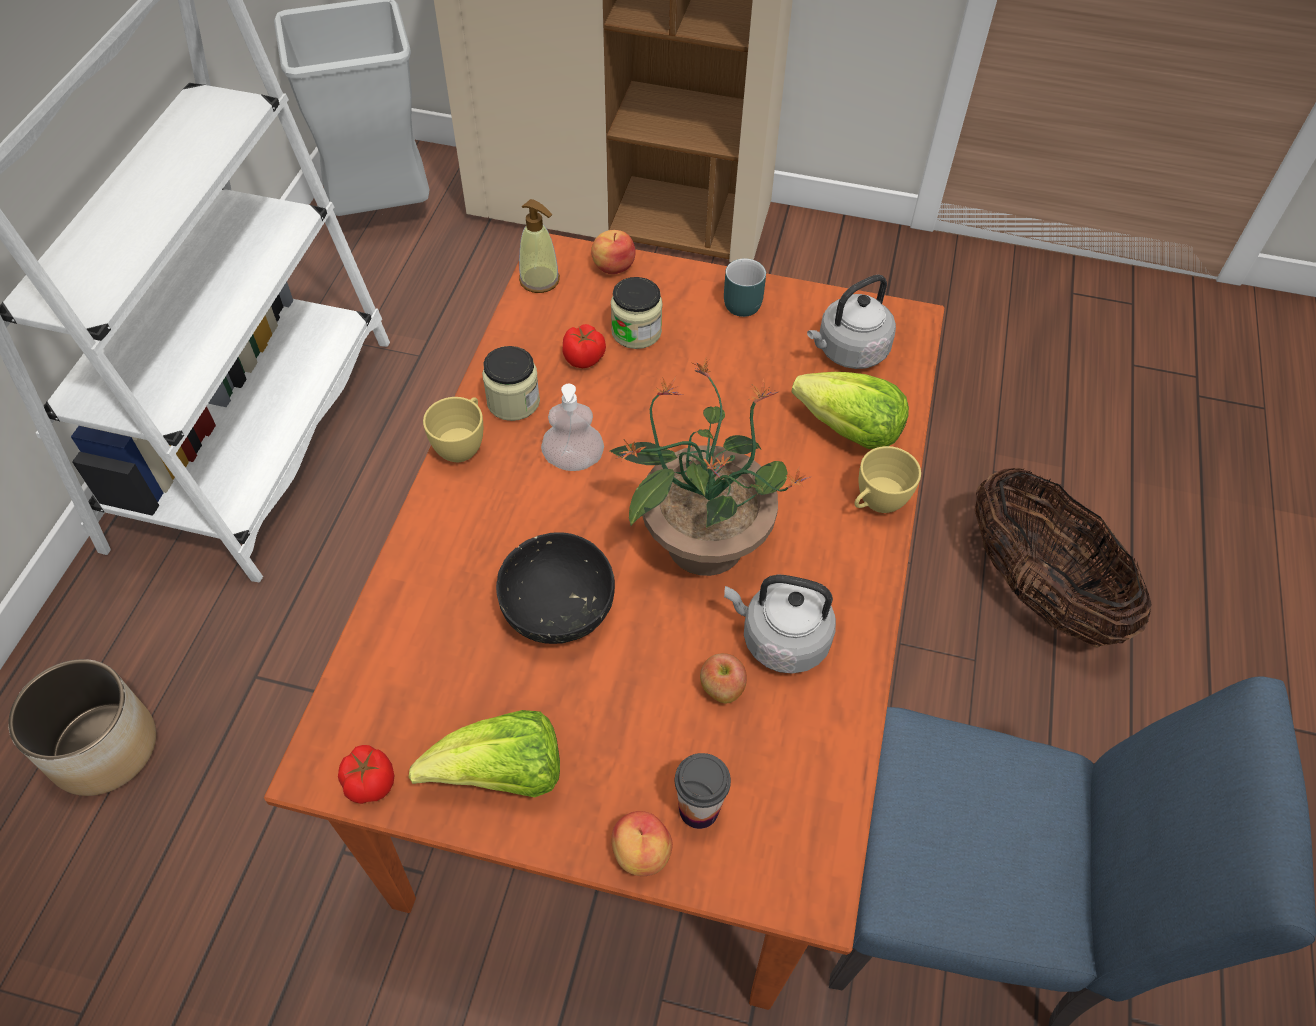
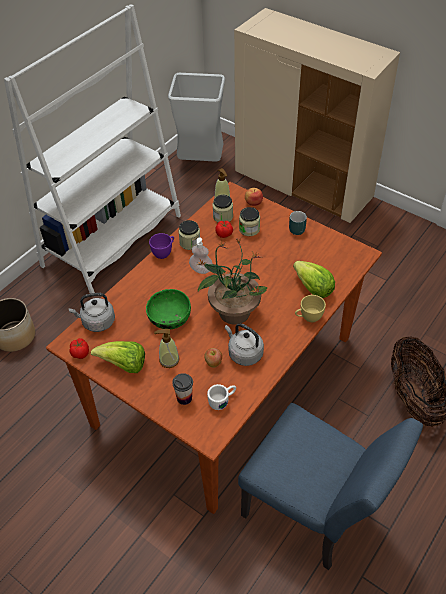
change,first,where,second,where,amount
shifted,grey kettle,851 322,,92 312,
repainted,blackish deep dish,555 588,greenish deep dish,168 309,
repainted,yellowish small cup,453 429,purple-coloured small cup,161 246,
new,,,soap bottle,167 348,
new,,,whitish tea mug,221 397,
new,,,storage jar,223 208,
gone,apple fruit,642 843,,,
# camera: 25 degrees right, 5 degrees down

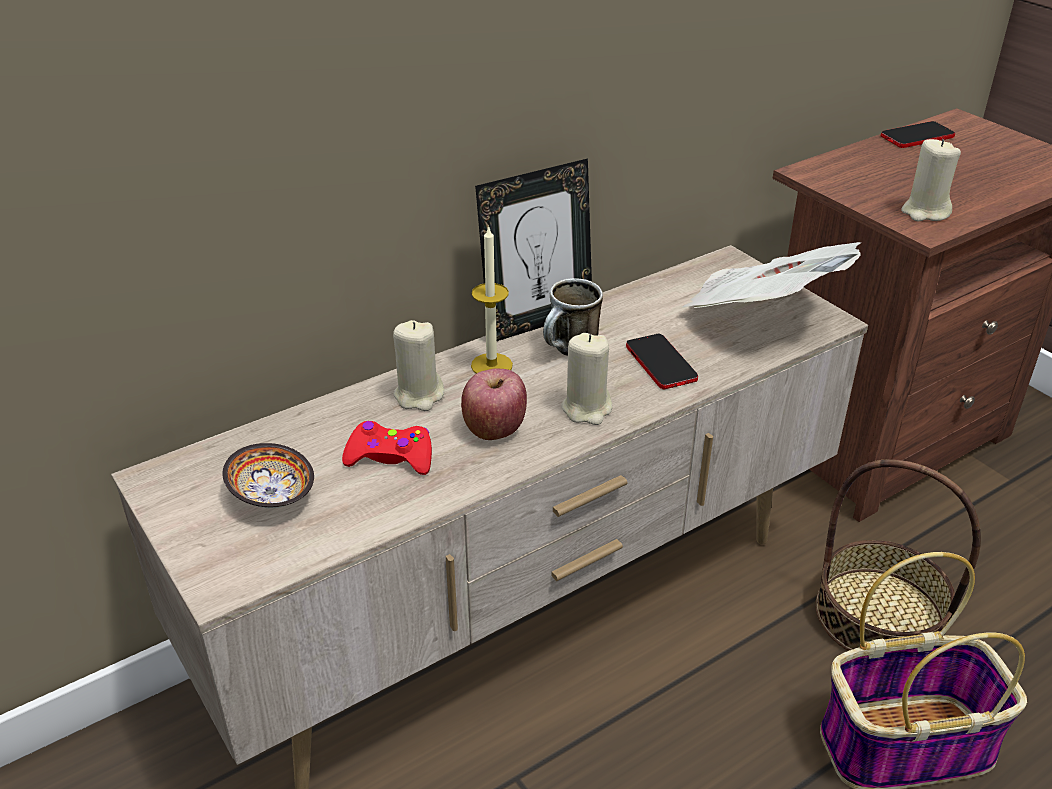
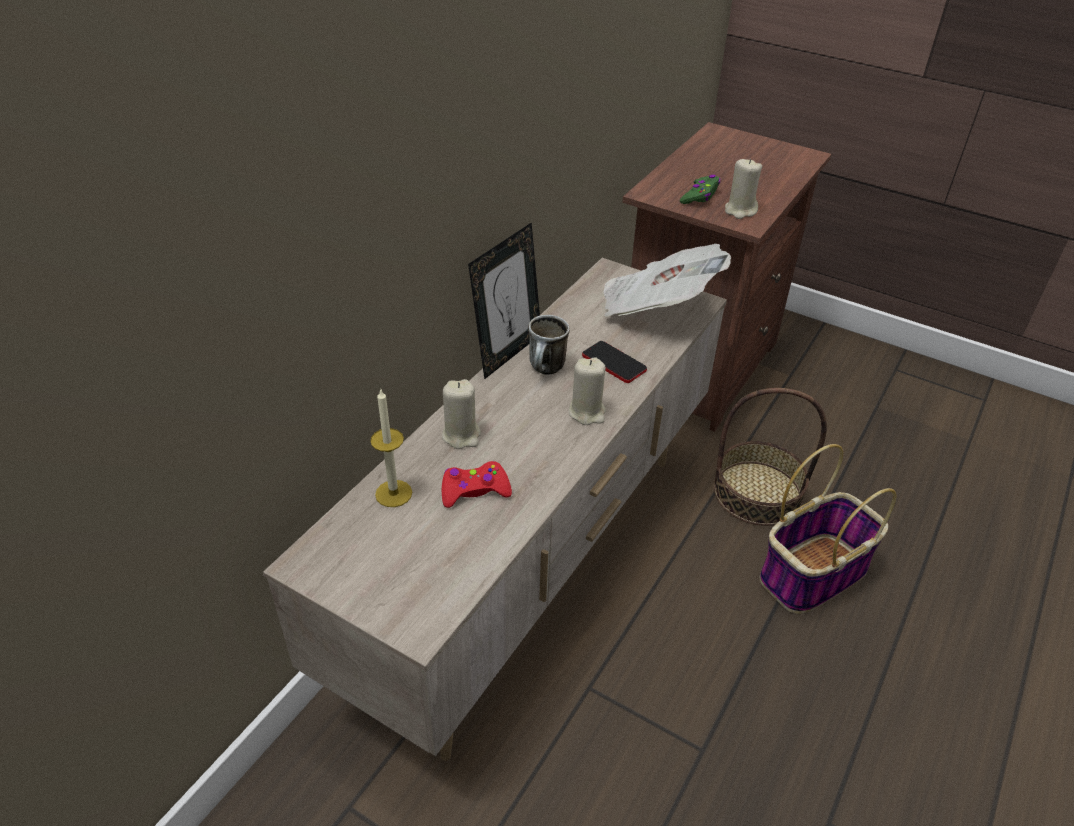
change,first,where,second,where,amount
shifted,candle,492 299,,391 447,
new,,,greenish joypad,700 189,
gone,deep dish,268 475,,,
gone,apple fruit,494 404,,,
gone,handset,918 134,,,
# camera: 25 degrees left, 5 degrees up

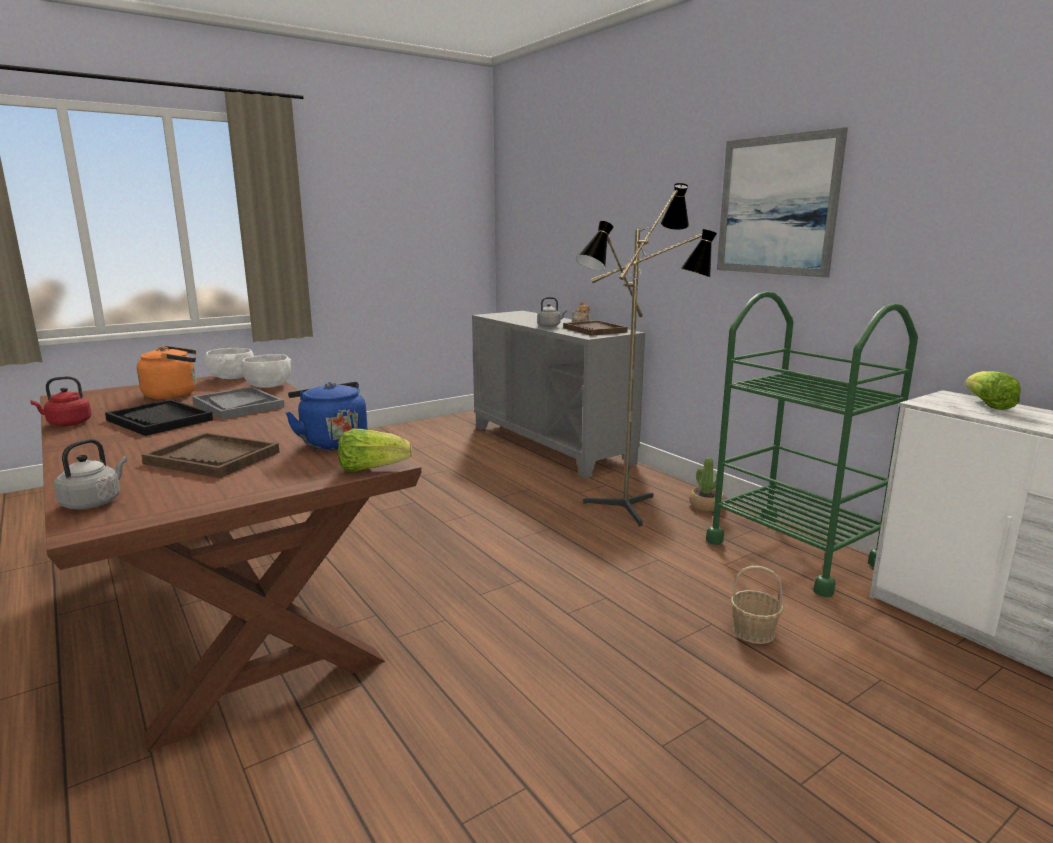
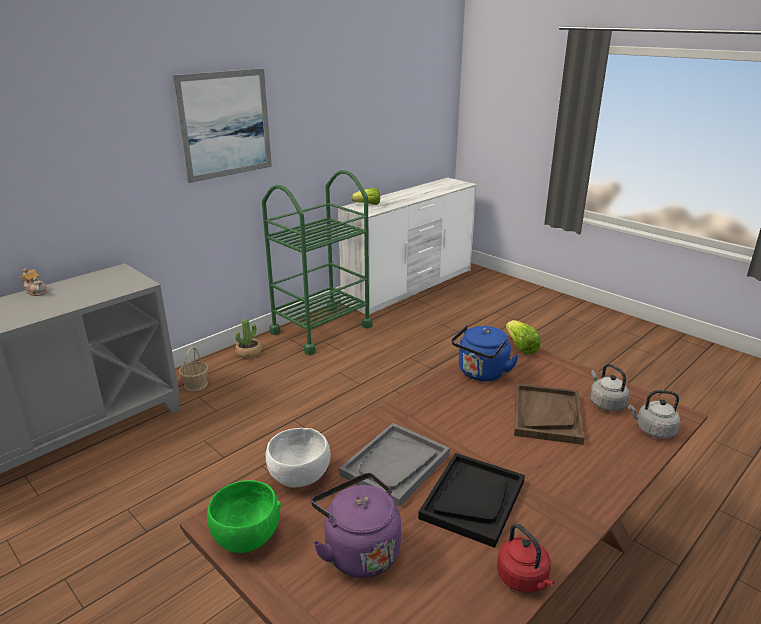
change,first,where,second,where,amount
shifted,basket,756 605,,193 369,
repainted,whitish deep dish,229 363,greenish deep dish,244 516,
repainted,orange-coloured kettle,167 372,purple-coloured kettle,356 525,
shifted,grey kettle,552 312,,609 387,
gone,brown-coloured carrying tray,595 328,,,
gone,standard lamp,646 354,,,
# camera: 100 degrees left, 10 degrees up

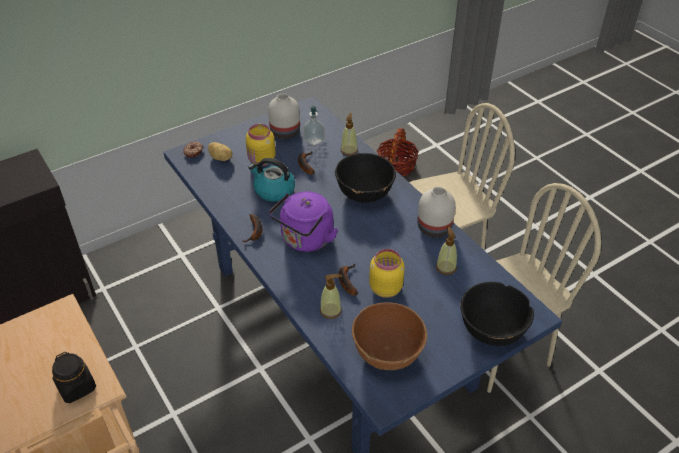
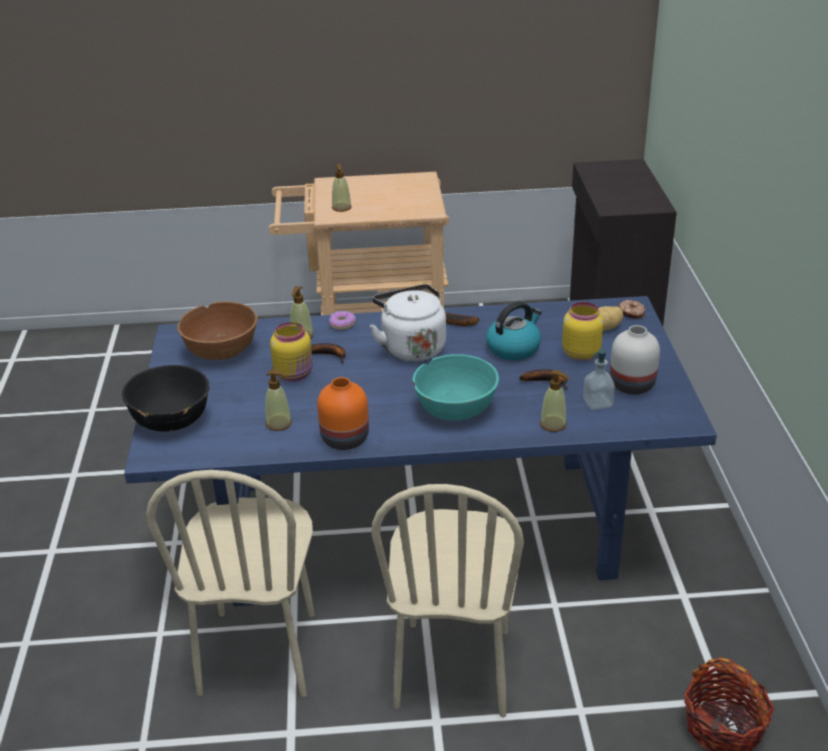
change,first,where,second,where,amount
repainted,whitish decorative vase,437 212,orange-coloured decorative vase,343 413,
new,,,donut,342 320,
swapped,blackish storage jar,74 377,soap bottle,341 188,
repainted,purple-coloured kettle,303 221,whitish kettle,408 323,
repainted,blackish deep dish,365 178,blue-green deep dish,455 387,
# camera: 120 degrees right, 10 degrees down

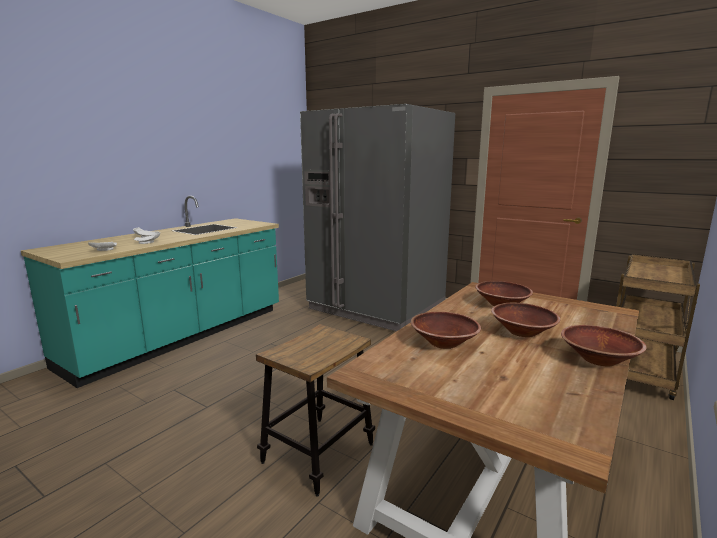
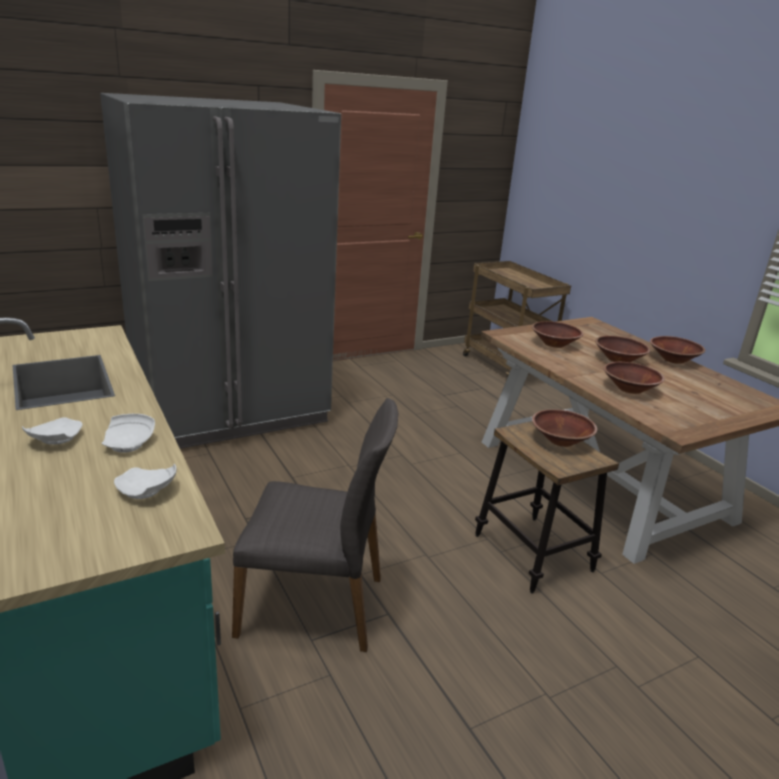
change,first,where,second,where,amount
new,,,grey upright chair,315 525,
new,,,brown-coloured deep dish,564 428,
# camera: 65 degrees left, 10 degrees up

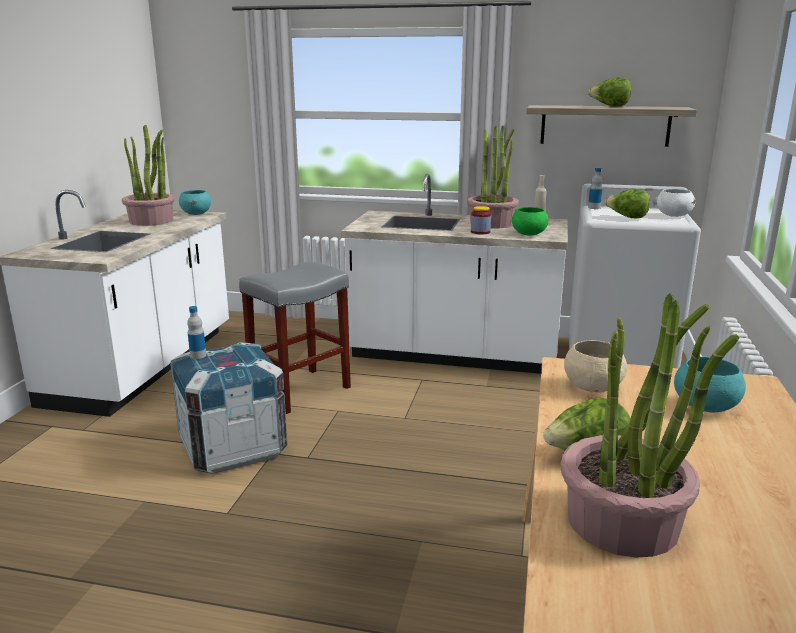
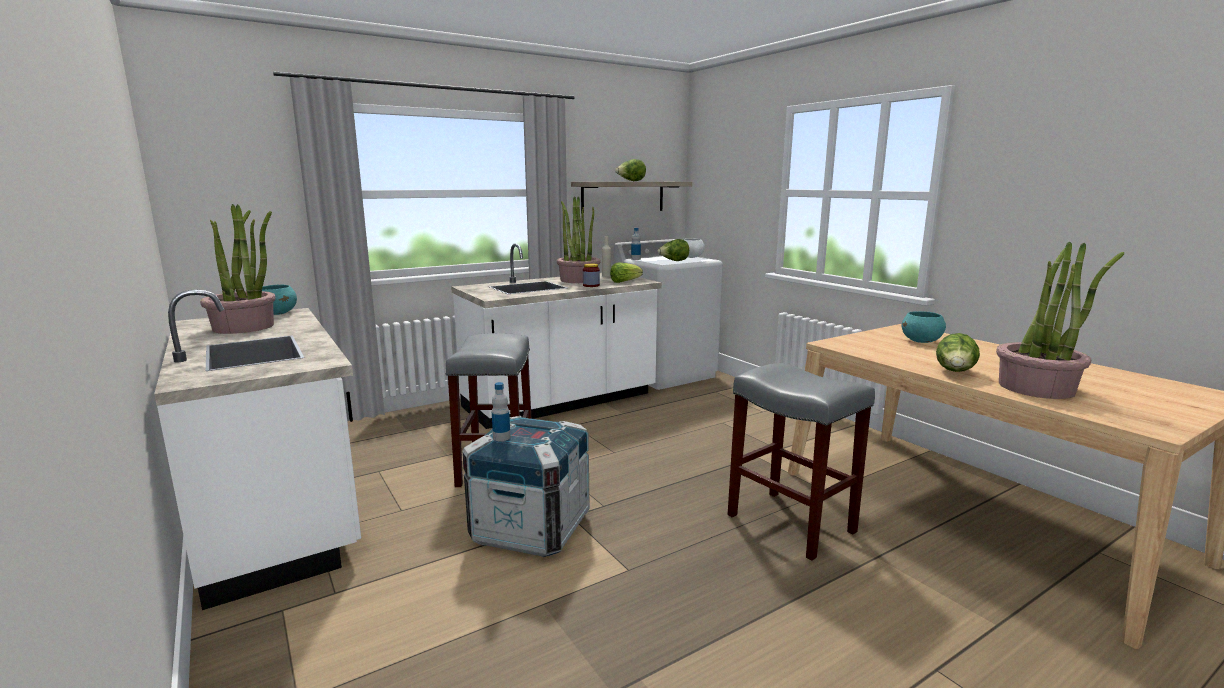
change,first,where,second,where,amount
swapped,greenish deep dish,530 221,head of lettuce,626 273,
new,,,grey stool,801 462,
gone,beige-coloured deep dish,595 366,,,
# camera: 45 degrees left, 5 degrees down

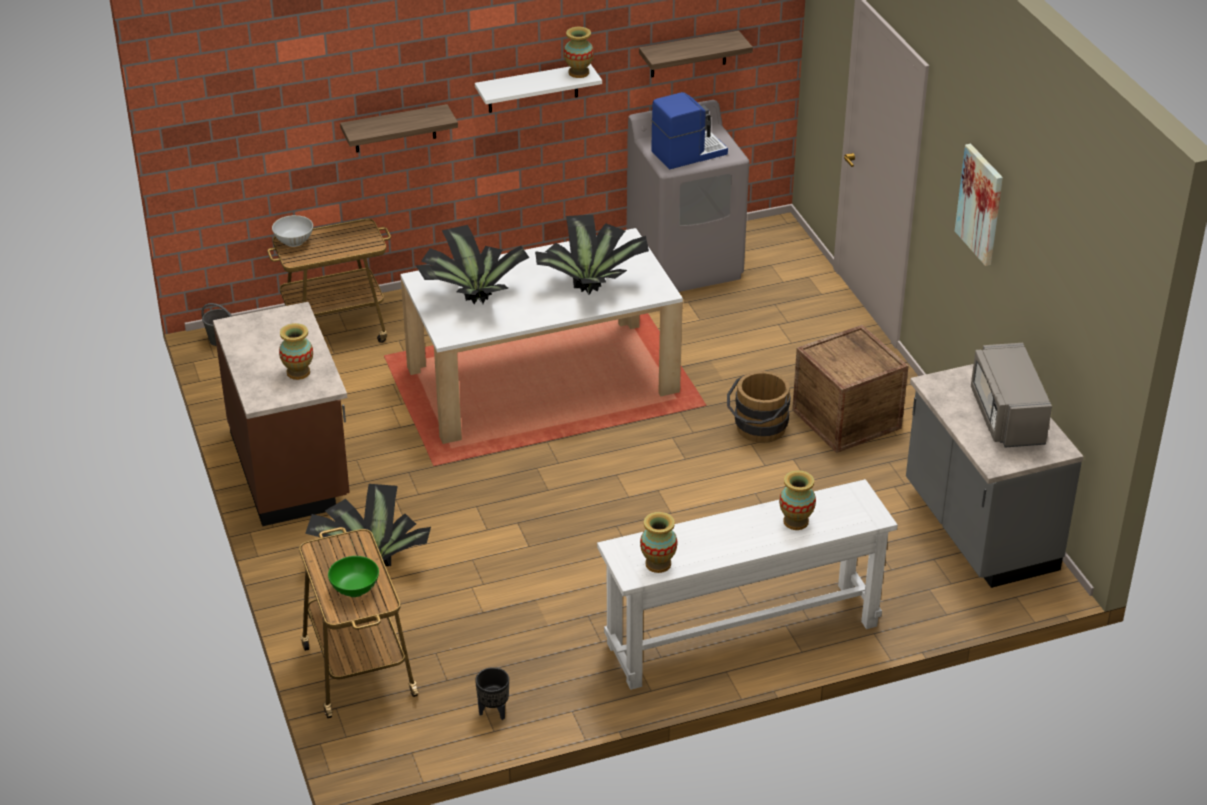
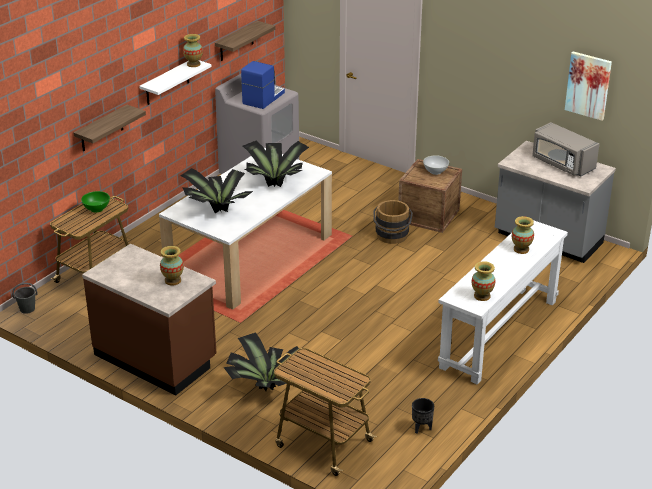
change,first,where,second,where,amount
shifted,greenish deep dish,353 576,,95 202,
shifted,whitish deep dish,292 231,,436 165,
shifted,picture,979 205,,588 86,
# camera: 35 degrees left, 5 degrees down

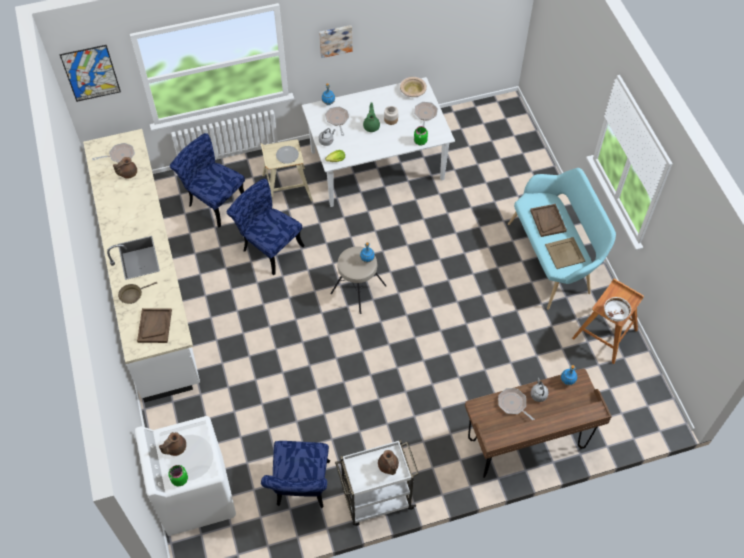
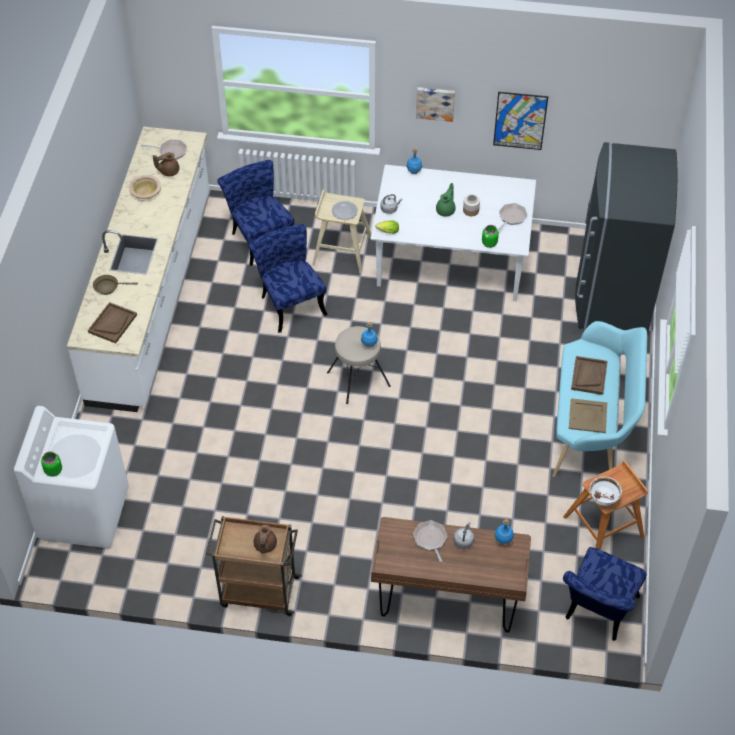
change,first,where,second,where,amount
shifted,beige-coloured deep dish,413 87,,145 187,
repainted,whitish cart,377 483,brown-coloured cart,254 566,
shifted,picture,90 73,,520 121,
shifted,bluish upright chair,295 474,,605 594,
new,,,grey fridge,626 238,
gone,brown-coloured tea pot,172 444,,,
gone,skillet,337 121,,,
# camera: 25 degrees right, 5 degrees down

